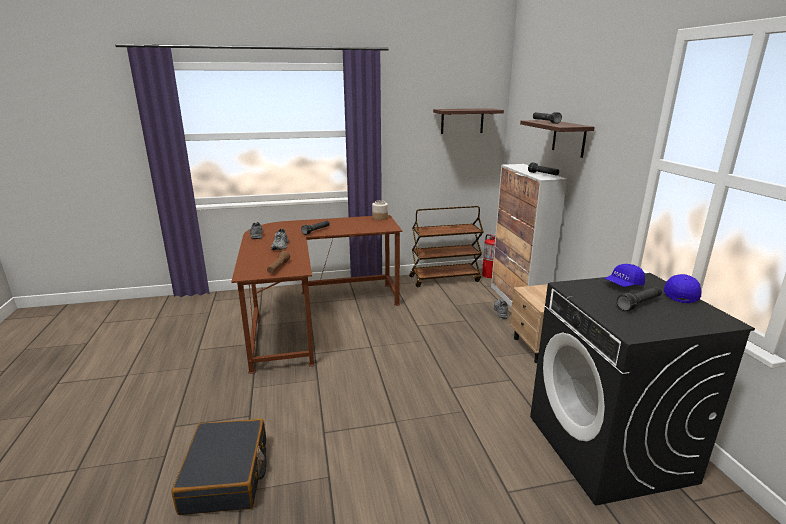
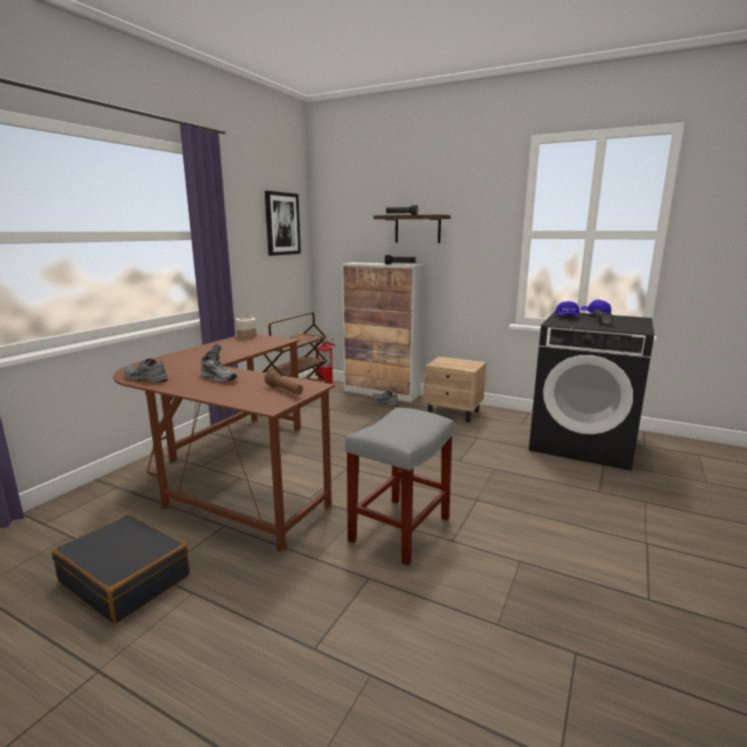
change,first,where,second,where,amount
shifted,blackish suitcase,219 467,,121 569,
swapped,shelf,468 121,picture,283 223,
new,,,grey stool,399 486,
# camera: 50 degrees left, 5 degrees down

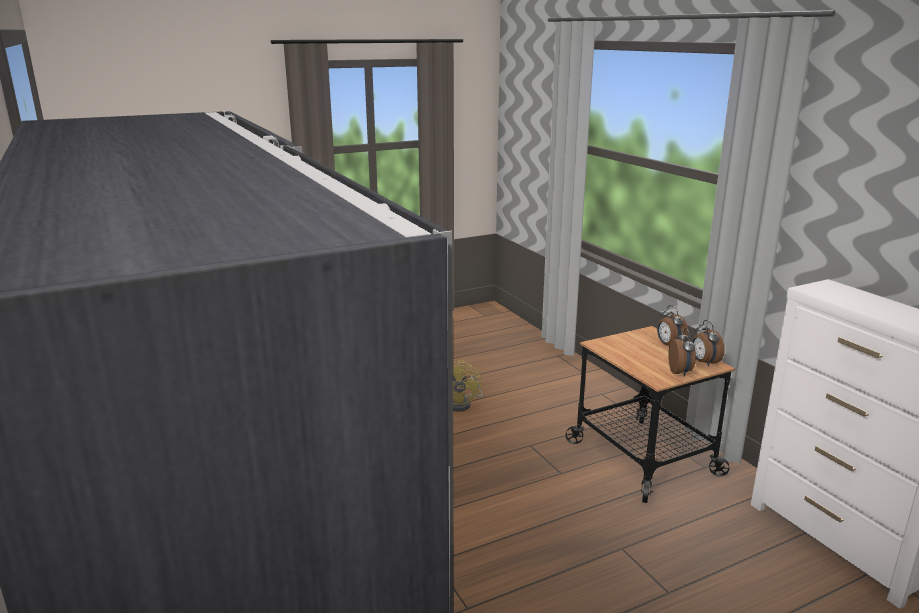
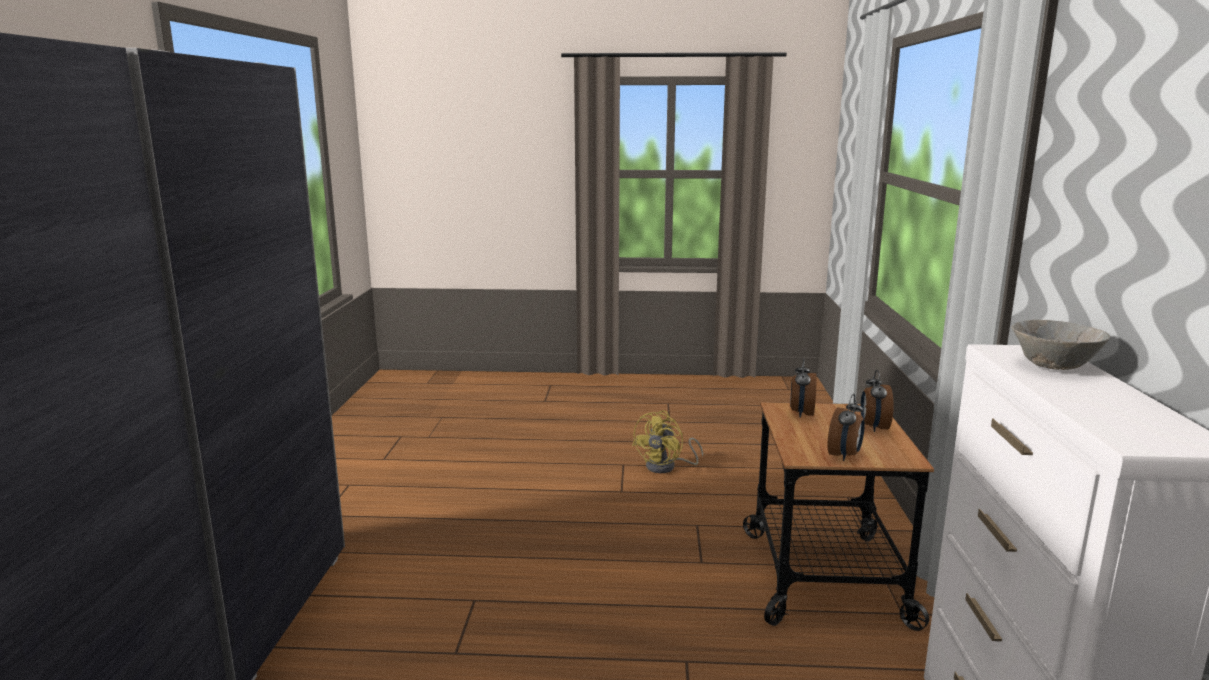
change,first,where,second,where,amount
shifted,alarm clock,708 343,,803 388,
new,,,grey deep dish,1060 345,
# camera: 30 degrees right, 5 degrees down

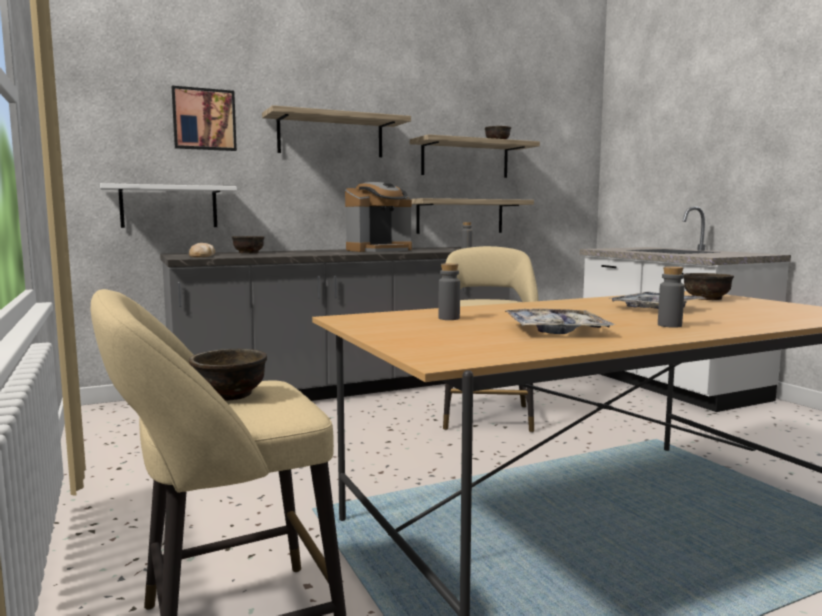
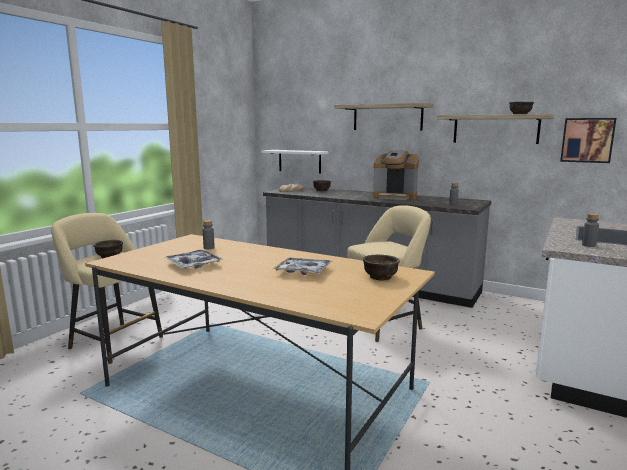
change,first,where,second,where,amount
shifted,picture,204 118,,588 140,
shifted,grey drink bottle,671 297,,590 230,
gone,shelf,473 216,,,
# camera: 55 degrees right, 5 degrees up

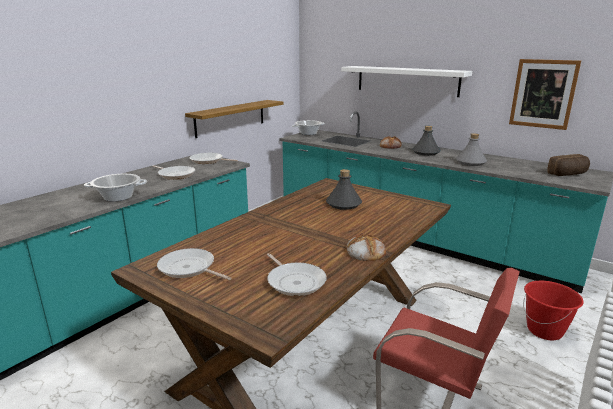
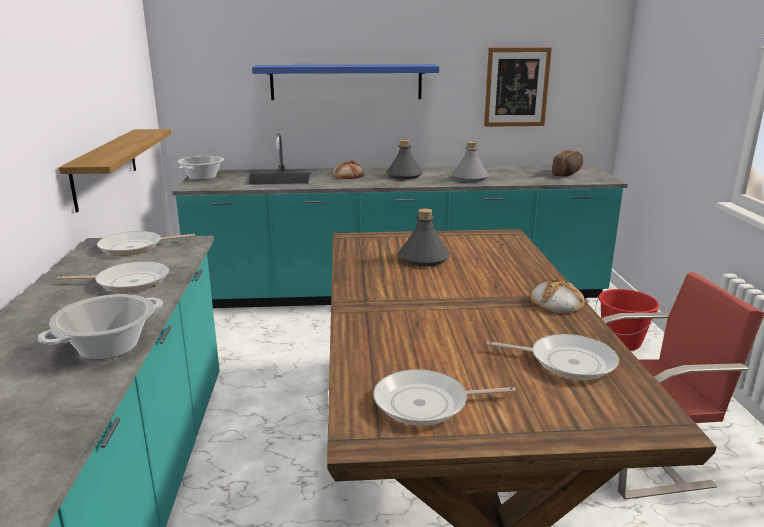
change,first,where,second,where,amount
repainted,whitish shelf,406 81,bluish shelf,345 82,
# camera: 40 degrees left, 0 degrees up

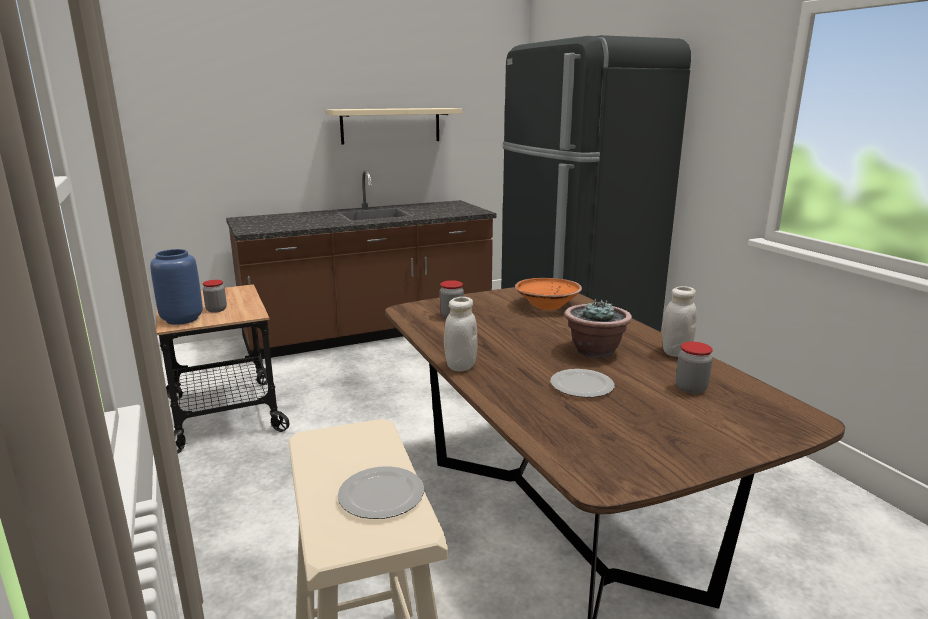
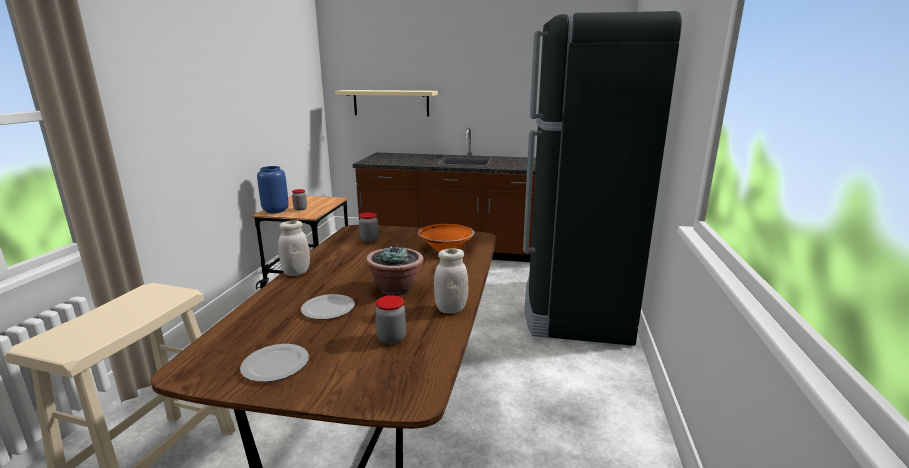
change,first,where,second,where,amount
shifted,plate,381 492,,274 363,
shifted,beige-coloured shelf,394 126,,386 103,
# camera: 35 degrees right, 0 degrees up

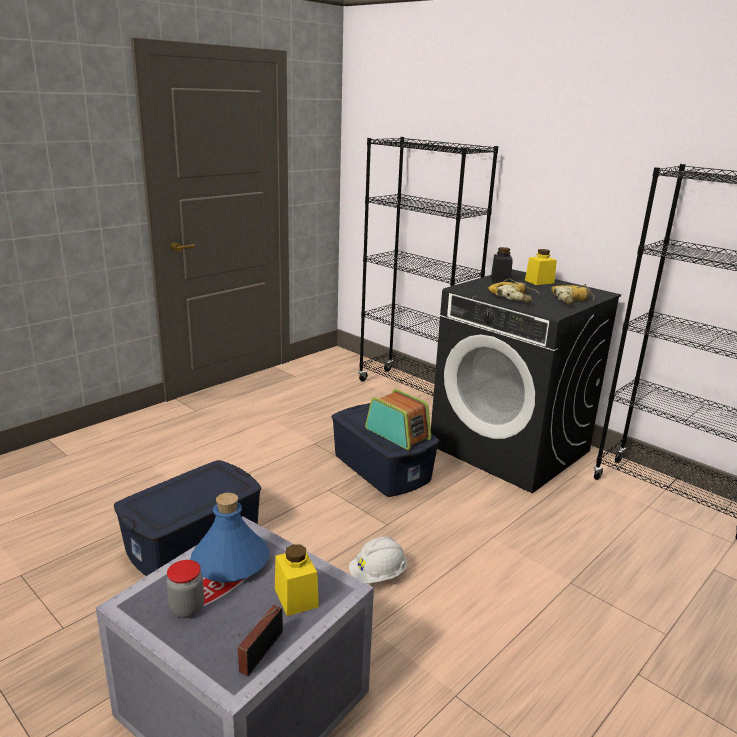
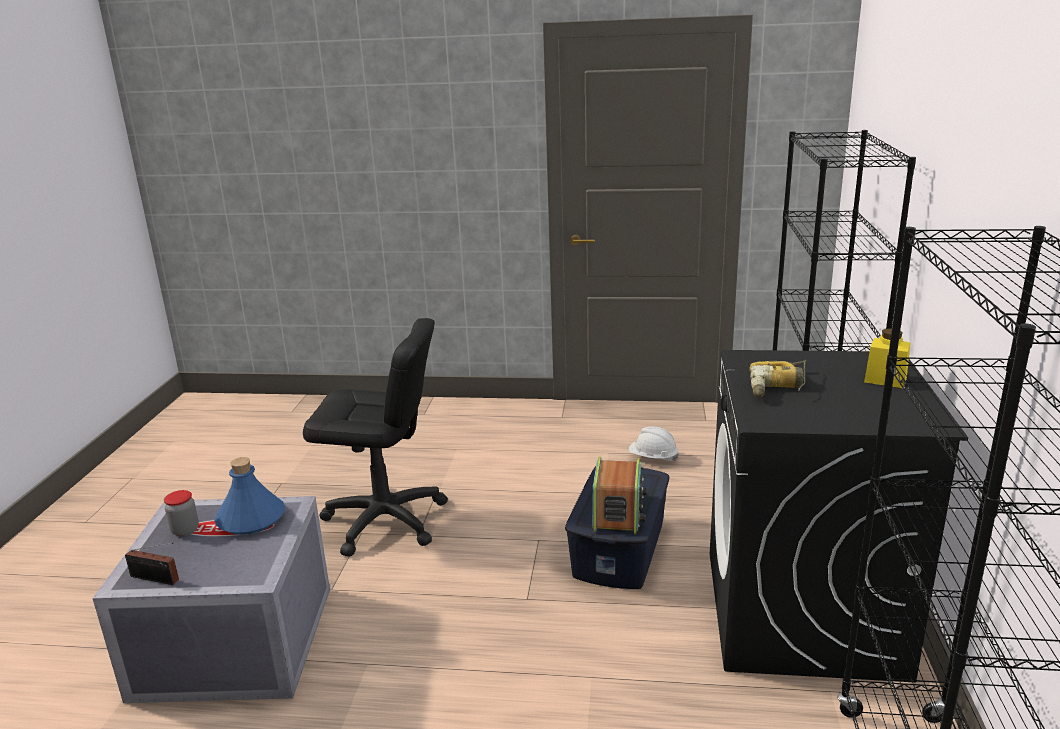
change,first,where,second,where,amount
rotated,radio,260 640,,152 563,150 degrees counterclockwise
swapped,bluish storage box,187 518,blackish computer chair,375 437,
shifted,whitish work helmet,378 560,,654 443,
gone,yellowish storage jar,297 580,,,
gone,blackish storage jar,502 265,,,
gone,electric drill,573 294,,,
# camera: 55 degrees right, 0 degrees up

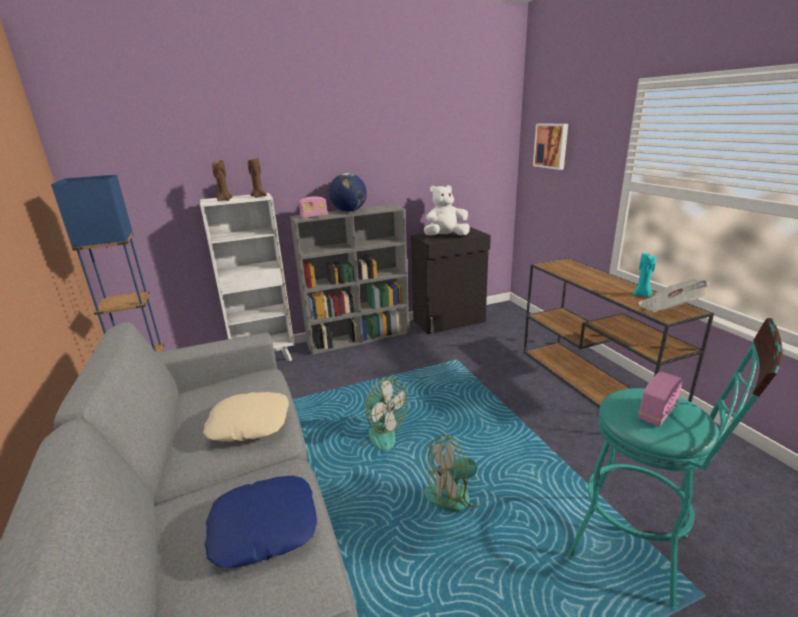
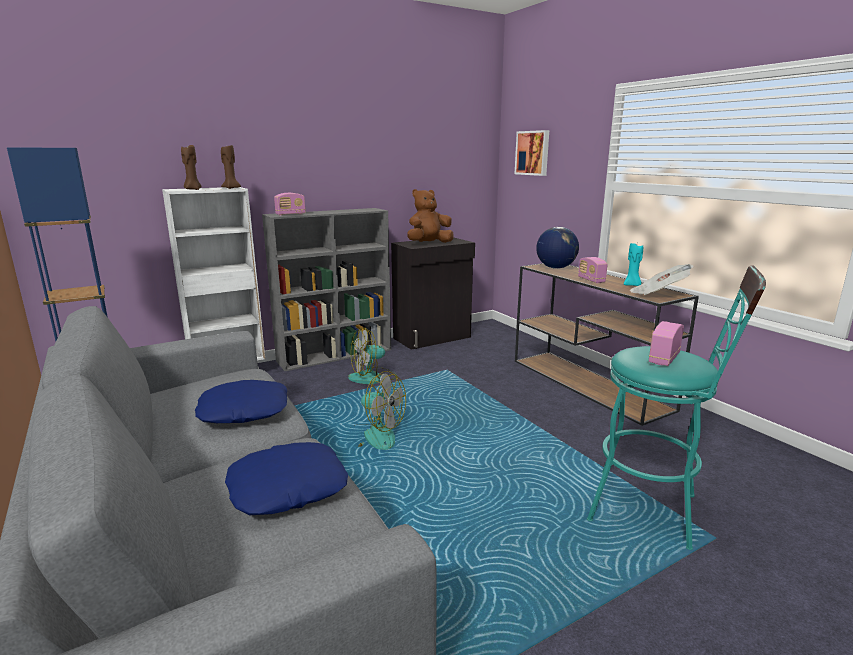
change,first,where,second,where,amount
repainted,beige-coloured throw pillow,246 417,bluish throw pillow,241 401,
shifted,cooling fan,457 473,,372 356,
repainted,whitish soft toy,447 210,brown-coloured soft toy,430 216,
shifted,desk globe,348 192,,557 248,
new,,,radio,593 270,
# camera: 10 degrees left, 5 degrees down

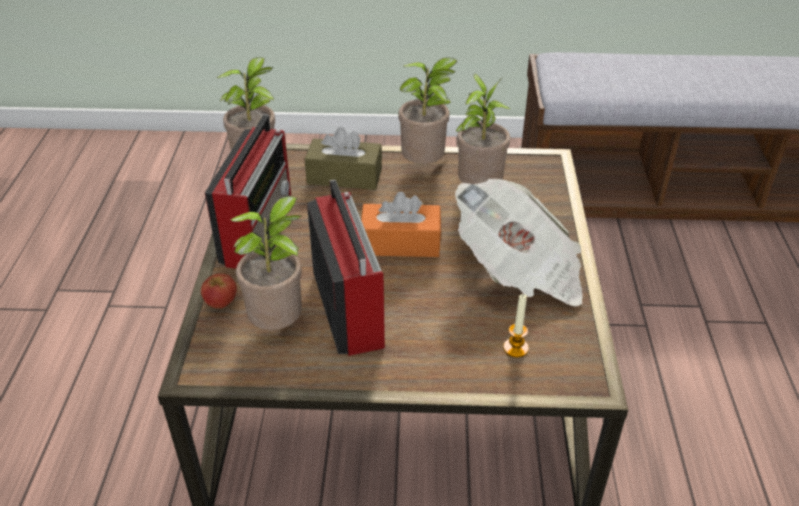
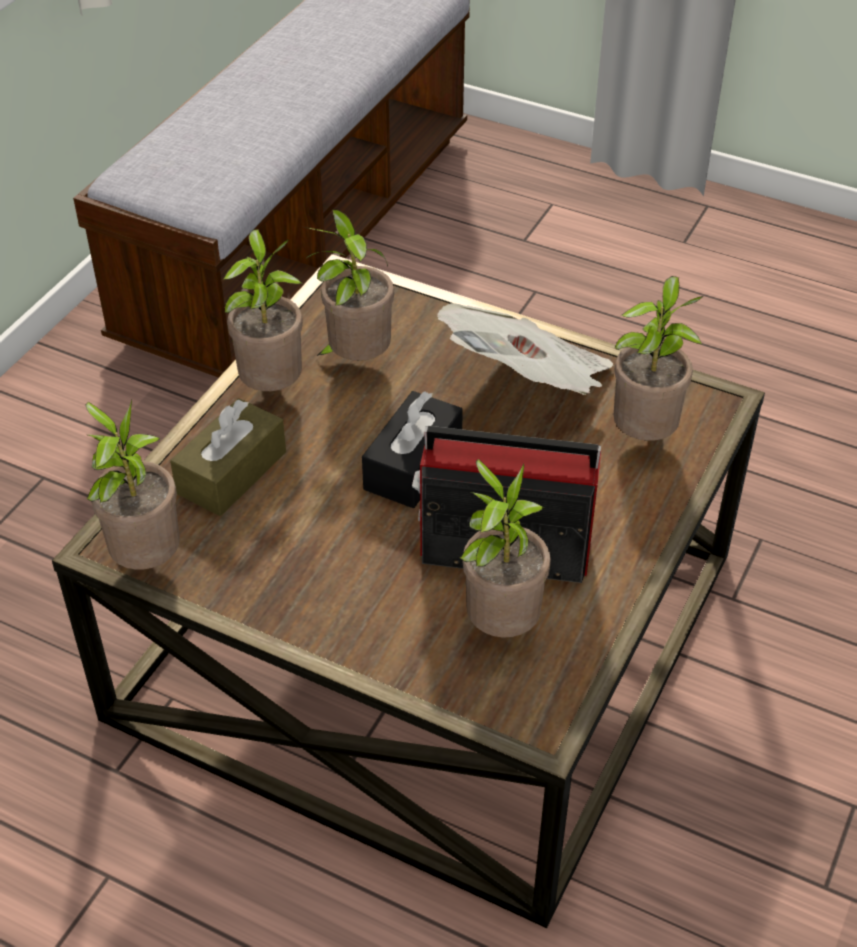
change,first,where,second,where,amount
repainted,orange-coloured box of tissues,401 224,blackish box of tissues,412 449,
swapped,candle,516 326,plant in a pot,658 358,
gone,apple fruit,219 291,,,
gone,radio,248 191,,,
# camera: 65 degrees left, 5 degrees up

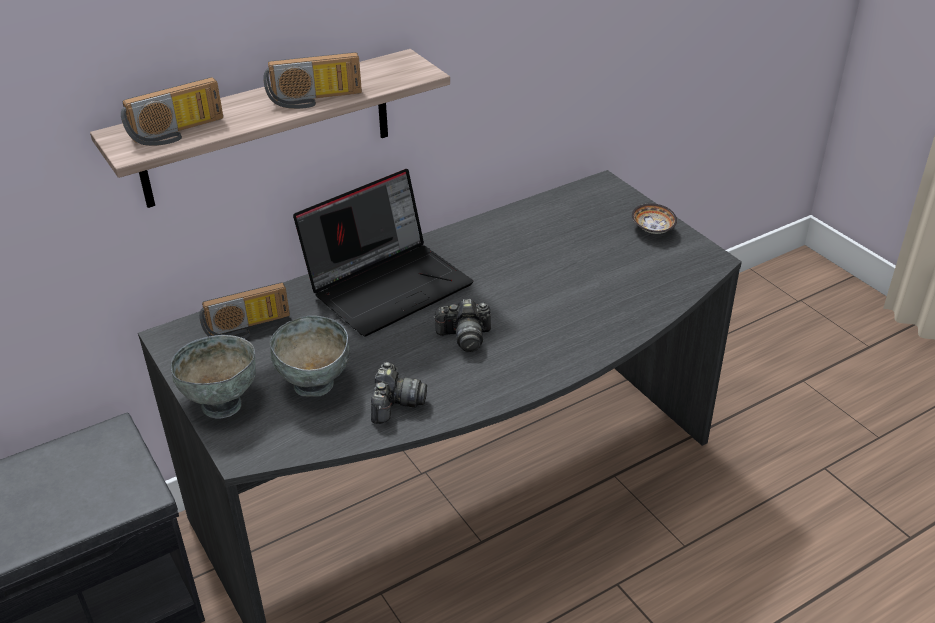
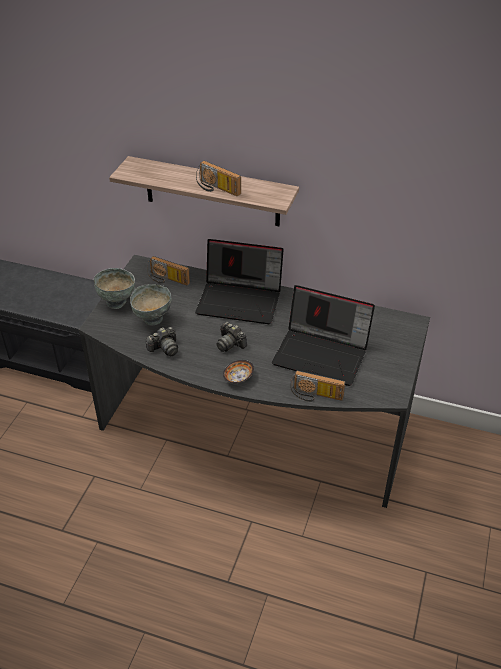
change,first,where,second,where,amount
shifted,deep dish,654 218,,238 371,
new,,,portable computer,323 335,
shifted,radio,172 111,,317 386,
# camera: 50 degrees right, 5 degrees up

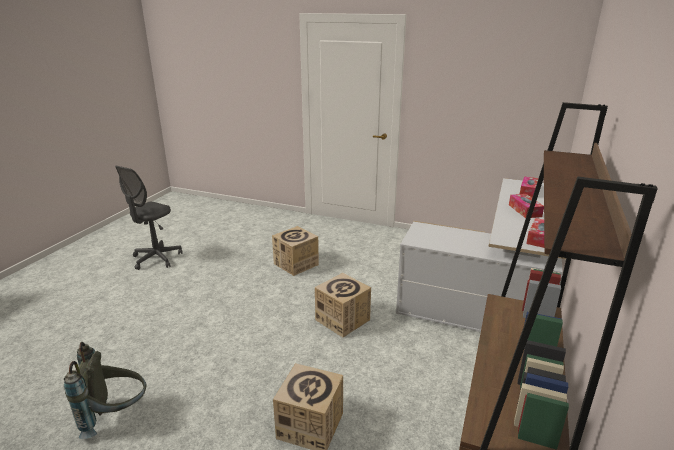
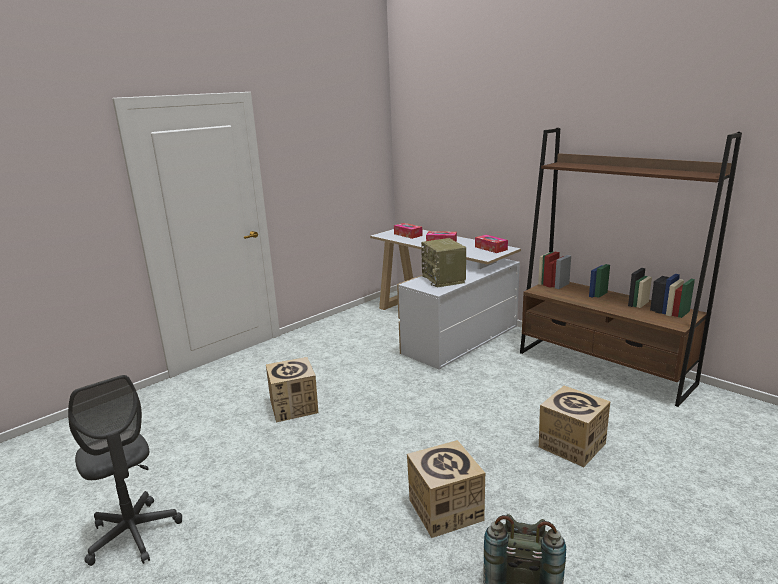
change,first,where,second,where,amount
shifted,packing box,343 305,,446 489,
new,,,radio,443 263,
# camera: 65 degrees left, 5 degrees down

